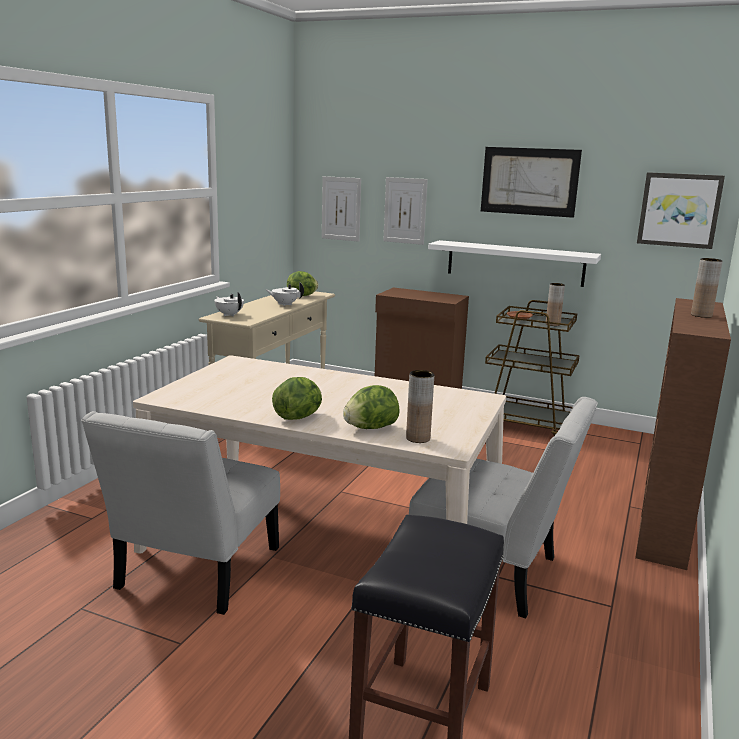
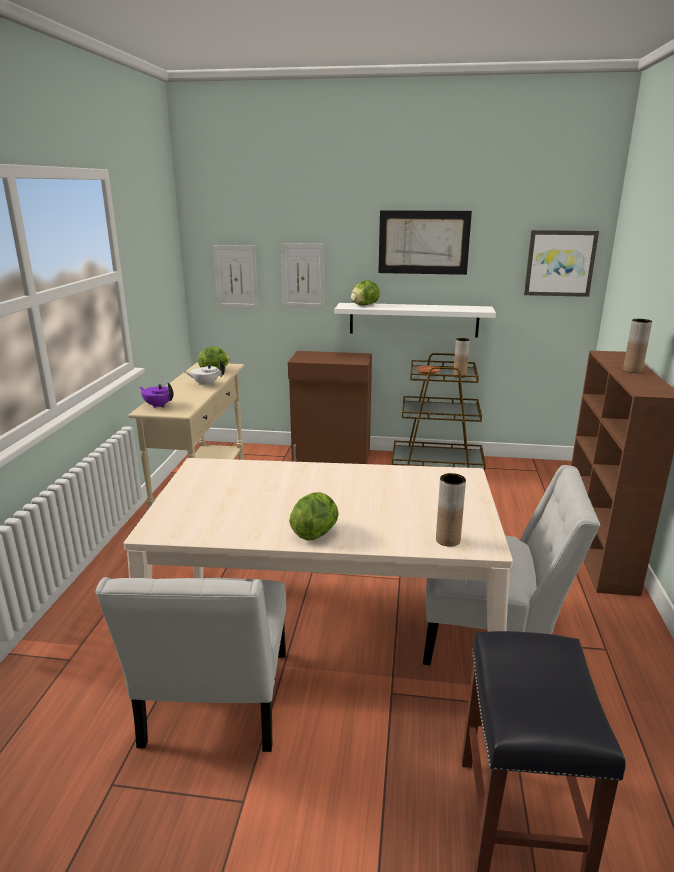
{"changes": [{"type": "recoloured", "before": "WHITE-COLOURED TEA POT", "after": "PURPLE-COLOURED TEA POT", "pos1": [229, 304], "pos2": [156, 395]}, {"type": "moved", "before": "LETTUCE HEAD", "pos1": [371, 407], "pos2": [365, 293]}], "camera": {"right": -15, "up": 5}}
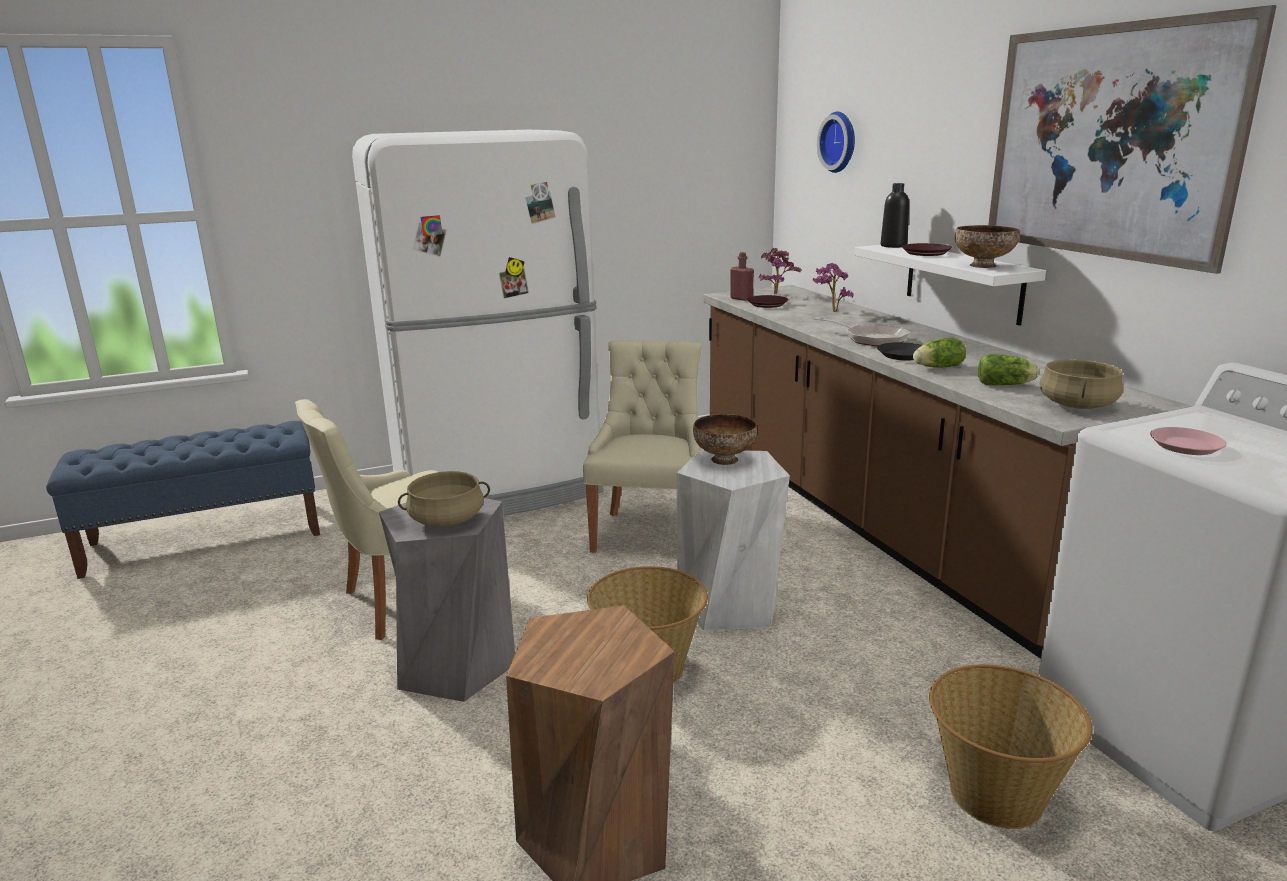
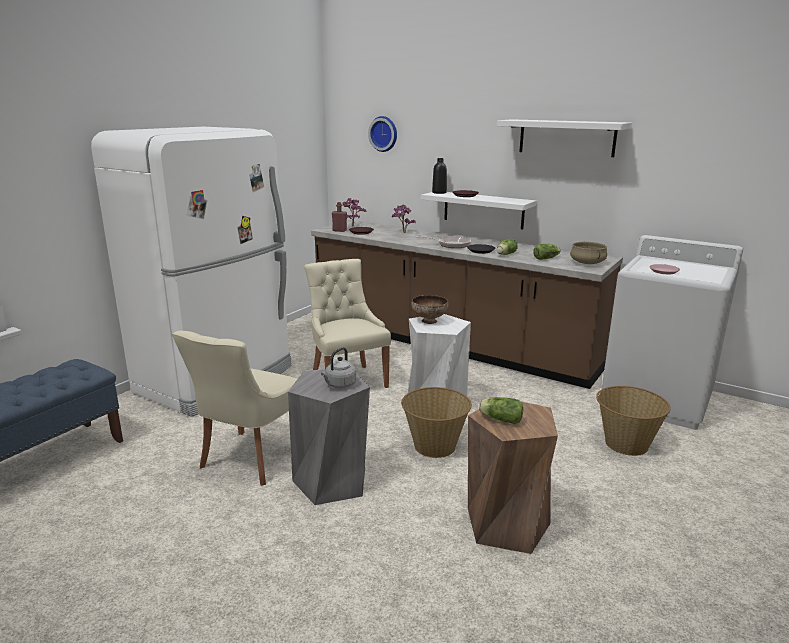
{"changes": [{"type": "replaced", "before": "BEIGE-COLOURED COOKING POT", "after": "GREYISH TEA KETTLE", "pos1": [444, 499], "pos2": [338, 367]}, {"type": "added", "after": "LETTUCE HEAD", "pos2": [501, 410]}, {"type": "replaced", "before": "PICTURE", "after": "WHITE-COLOURED WALL SHELF", "pos1": [1132, 139], "pos2": [564, 138]}, {"type": "removed", "before": "SERVING BOWL", "pos1": [987, 246]}], "camera": {"right": -35, "up": 0}}
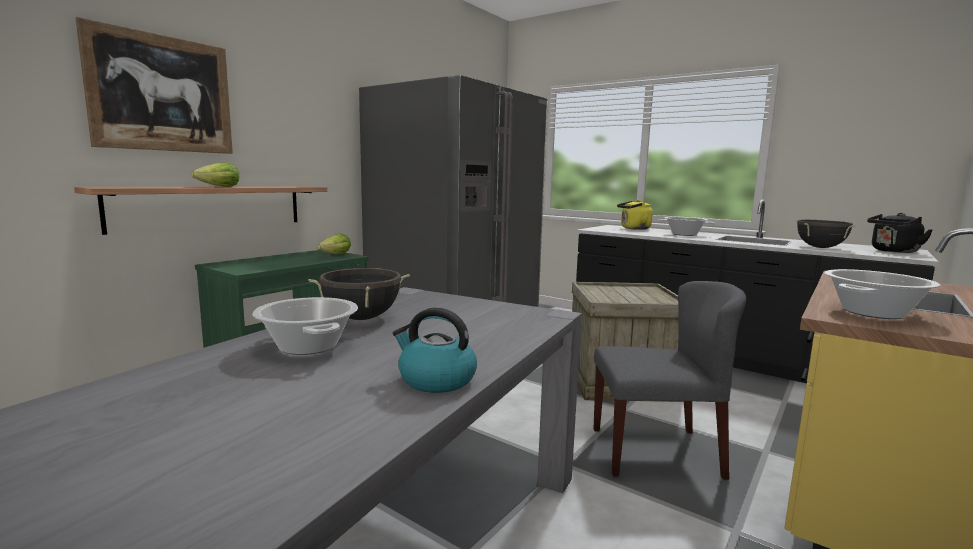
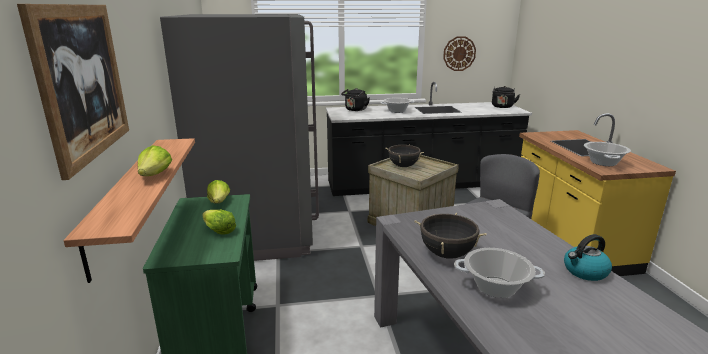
{"changes": [{"type": "added", "after": "LETTUCE HEAD", "pos2": [219, 222]}, {"type": "recoloured", "before": "YELLOWISH TEA KETTLE", "after": "BLACK TEA KETTLE", "pos1": [635, 215], "pos2": [355, 99]}, {"type": "moved", "before": "BLACK COOKING POT", "pos1": [825, 234], "pos2": [404, 156]}, {"type": "added", "after": "CLOCK ON THE WALL", "pos2": [459, 53]}], "camera": {"right": -45, "up": 10}}
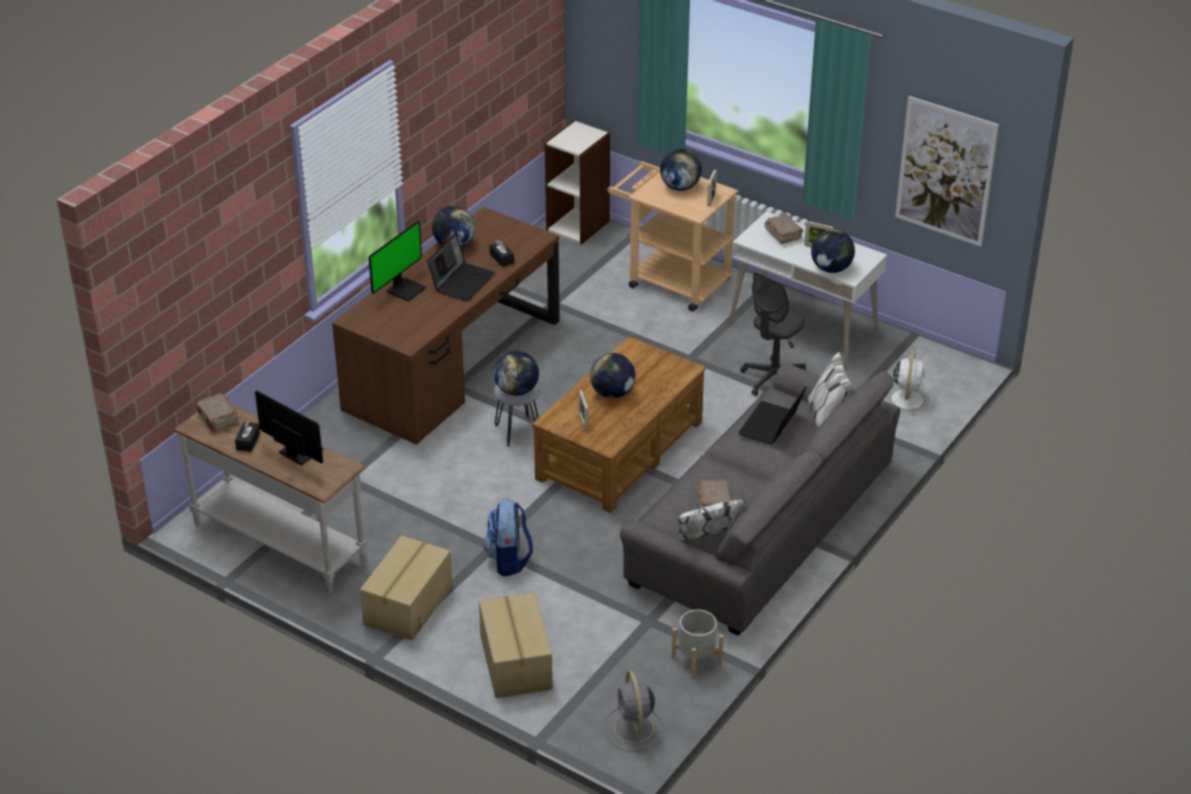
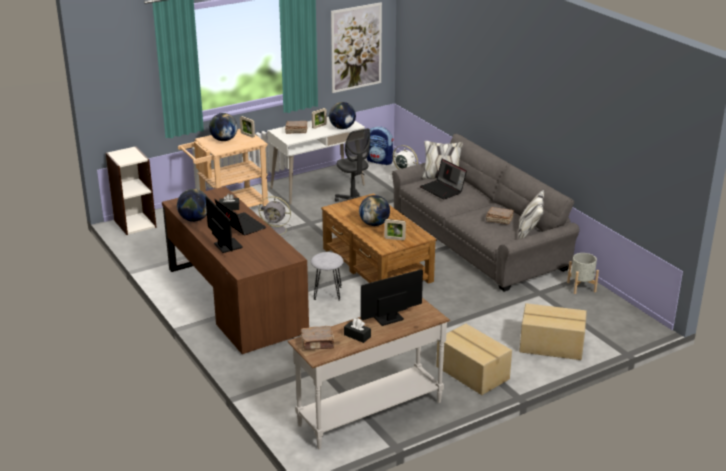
{"changes": [{"type": "moved", "before": "GREYISH ELECTRIC FAN", "pos1": [635, 711], "pos2": [275, 217]}, {"type": "moved", "before": "RUCKSACK", "pos1": [508, 537], "pos2": [380, 146]}, {"type": "removed", "before": "DESK GLOBE", "pos1": [516, 373]}], "camera": {"right": -65, "up": -10}}
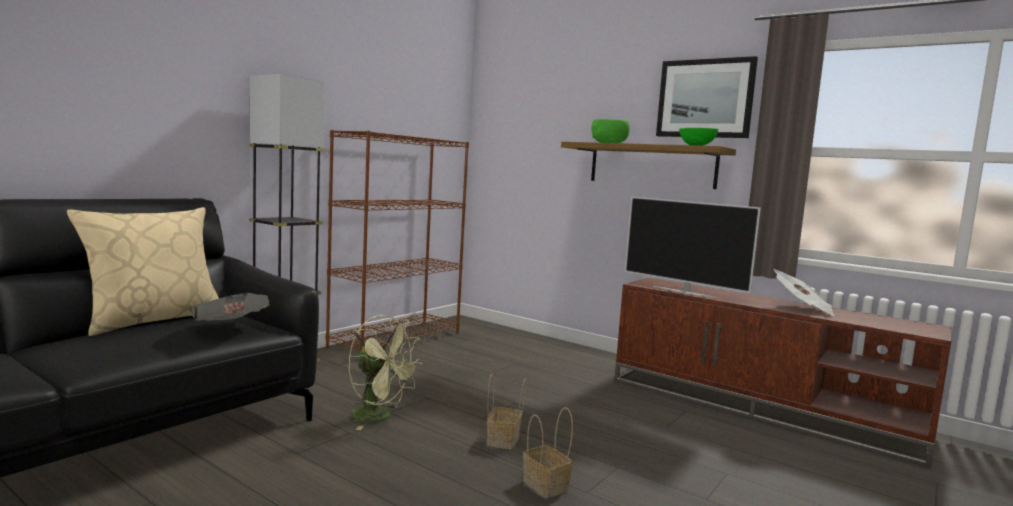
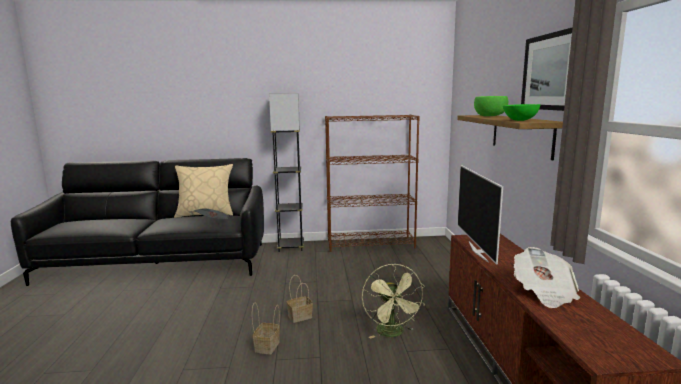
{"changes": [{"type": "moved", "before": "GREEN ELECTRIC FAN", "pos1": [385, 372], "pos2": [393, 301]}], "camera": {"right": 50, "up": 5}}
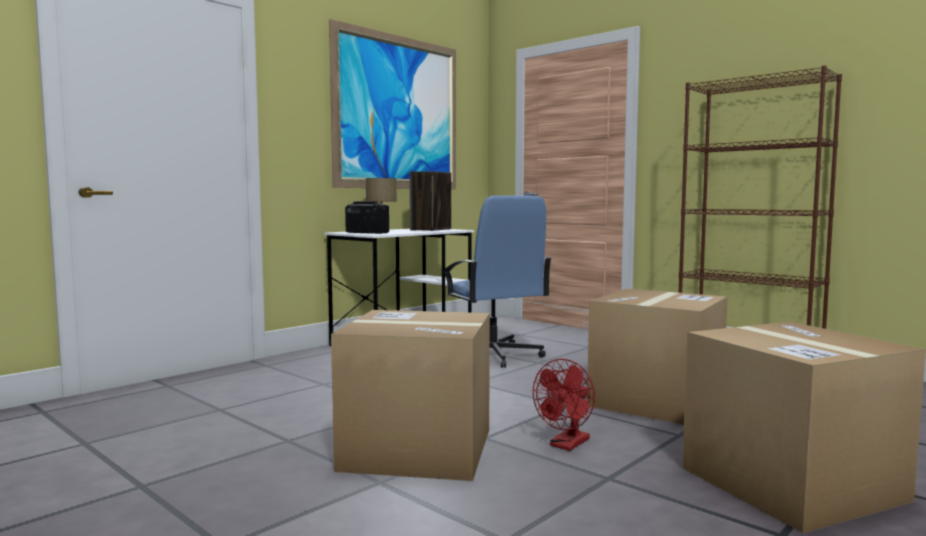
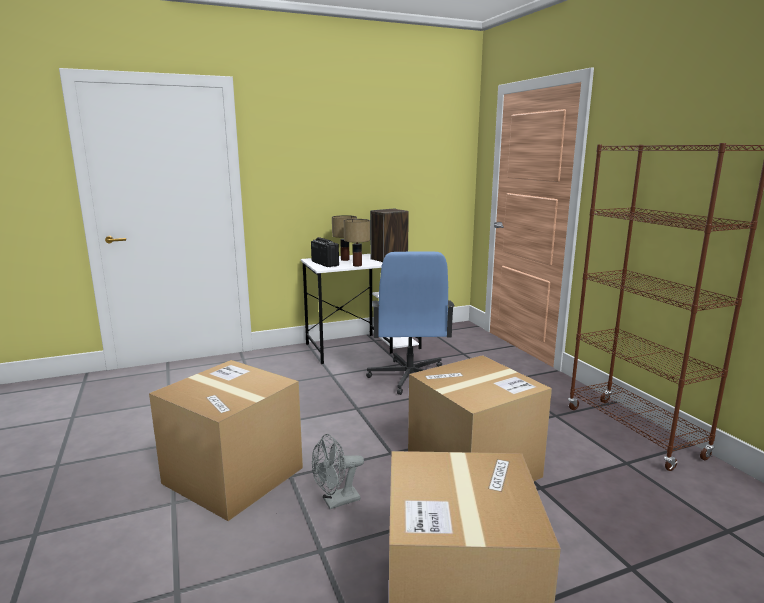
{"changes": [{"type": "recoloured", "before": "REDDISH ELECTRIC FAN", "after": "GREYISH ELECTRIC FAN", "pos1": [564, 405], "pos2": [338, 471]}, {"type": "added", "after": "TABLE LAMP", "pos2": [357, 243]}, {"type": "removed", "before": "PICTURE", "pos1": [392, 104]}], "camera": {"right": 25, "up": 10}}
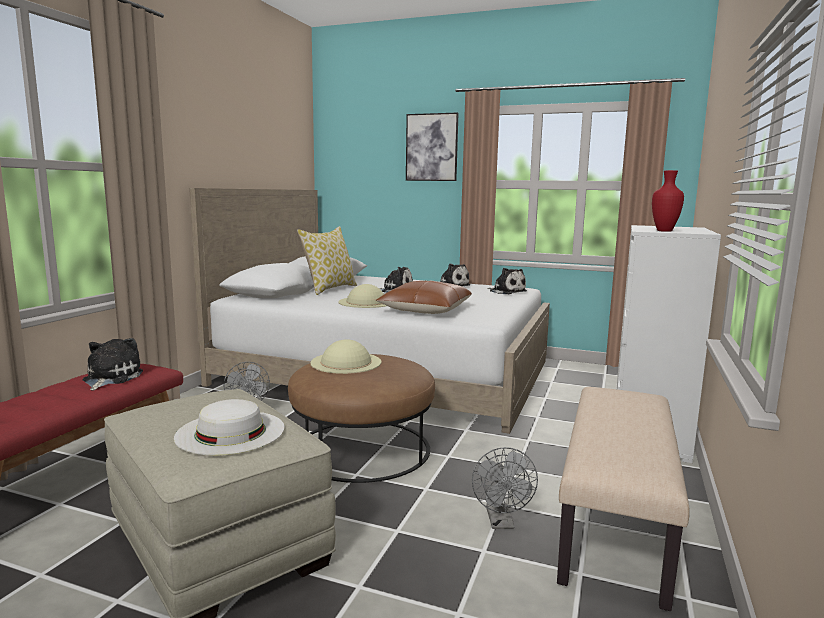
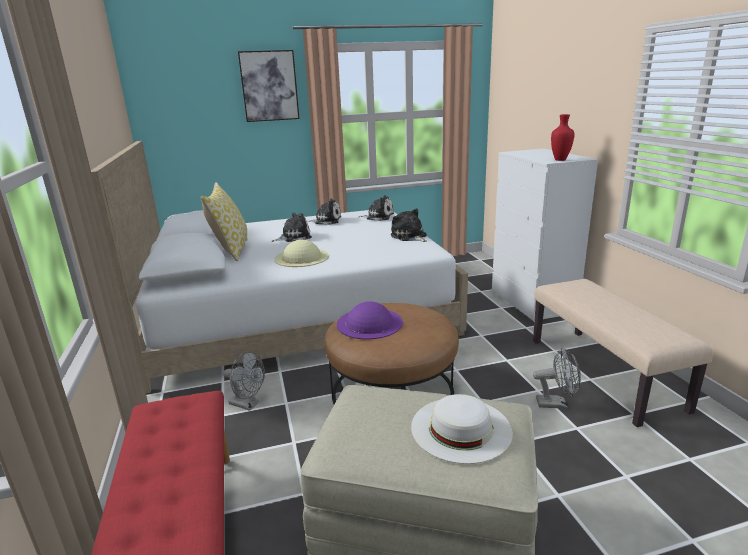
{"changes": [{"type": "recoloured", "before": "BEIGE-COLOURED CLOTHING HAT", "after": "PURPLE-COLOURED CLOTHING HAT", "pos1": [345, 356], "pos2": [370, 320]}, {"type": "moved", "before": "PLUSH TOY", "pos1": [112, 364], "pos2": [409, 225]}, {"type": "turned", "before": "GREYISH ELECTRIC FAN", "pos1": [505, 488], "pos2": [557, 378], "turn": -45}, {"type": "removed", "before": "BROWN-COLOURED CUSHION", "pos1": [424, 297]}], "camera": {"right": -35, "up": 10}}
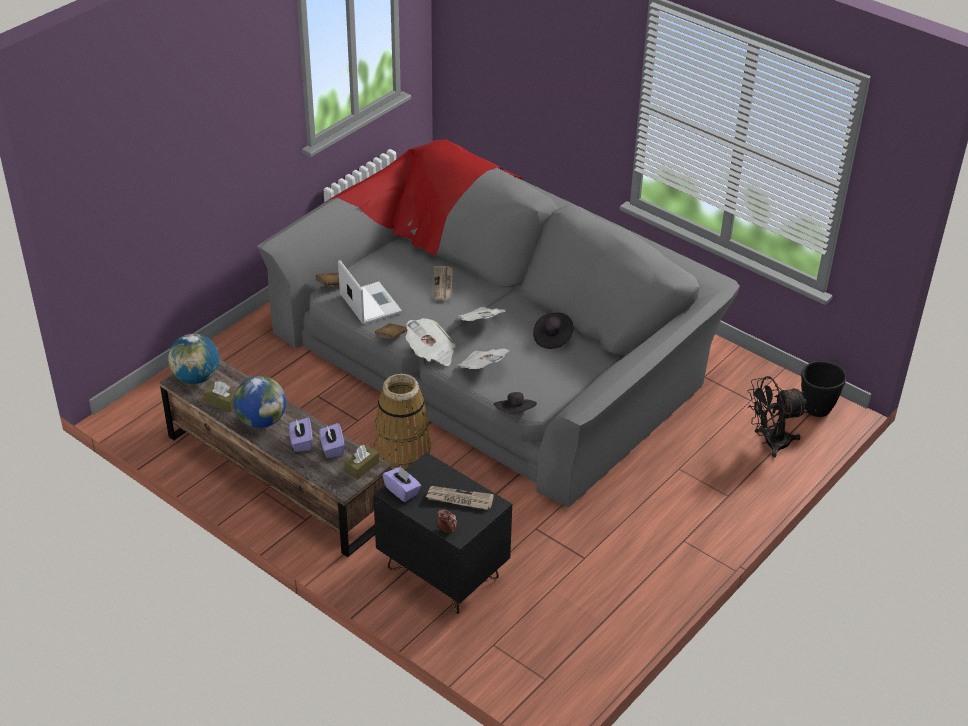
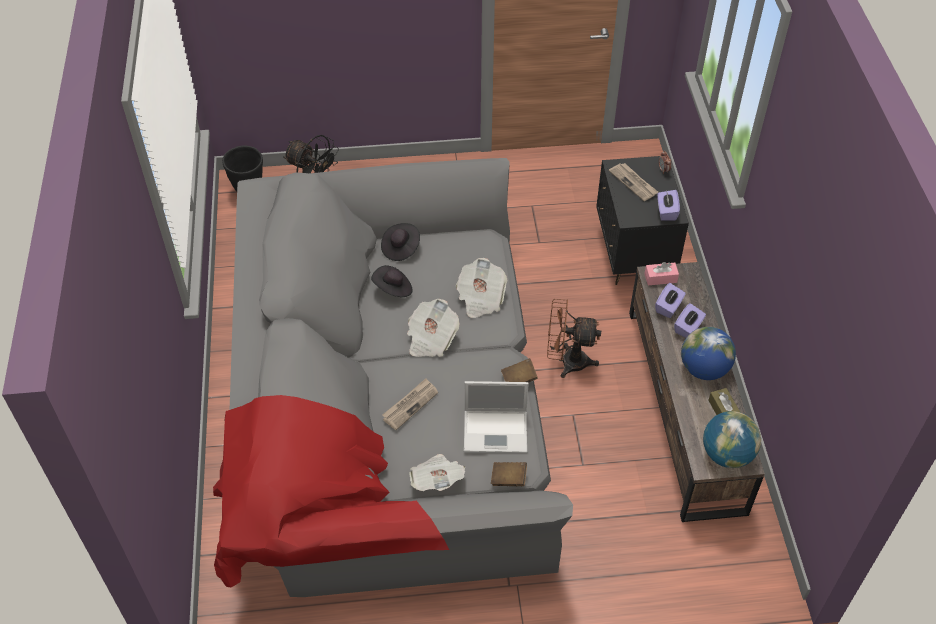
{"changes": [{"type": "moved", "before": "BLACK CLOTHING HAT", "pos1": [515, 403], "pos2": [400, 242]}, {"type": "moved", "before": "PRINTED PAPER", "pos1": [431, 342], "pos2": [438, 472]}, {"type": "turned", "before": "NOTEBOOK COMPUTER", "pos1": [370, 292], "pos2": [496, 417], "turn": -105}, {"type": "replaced", "before": "HOUSEHOLD BASKET", "after": "BROWN-COLOURED ELECTRIC FAN", "pos1": [402, 422], "pos2": [574, 338]}, {"type": "recoloured", "before": "BROWN-COLOURED BOX OF TISSUES", "after": "PINK BOX OF TISSUES", "pos1": [361, 462], "pos2": [661, 273]}], "camera": {"right": -135, "up": 10}}
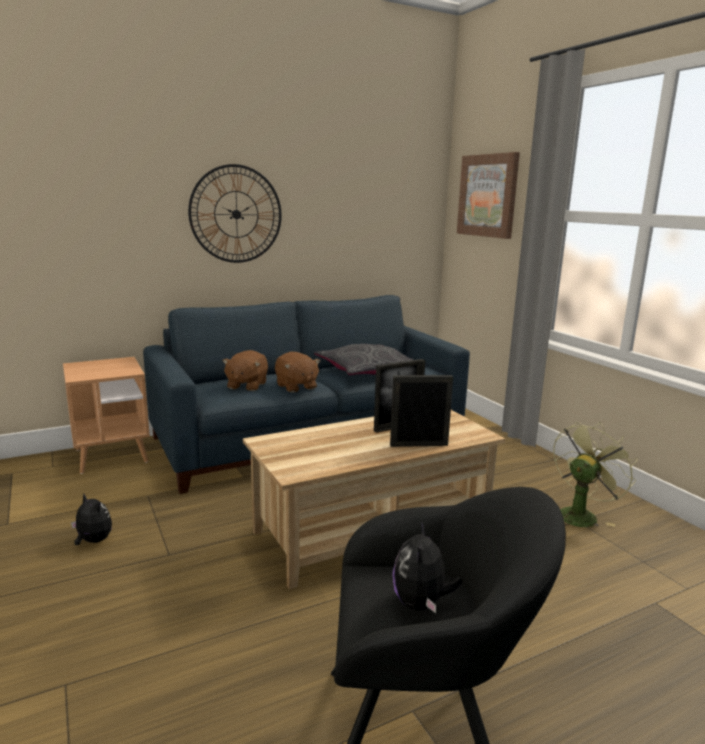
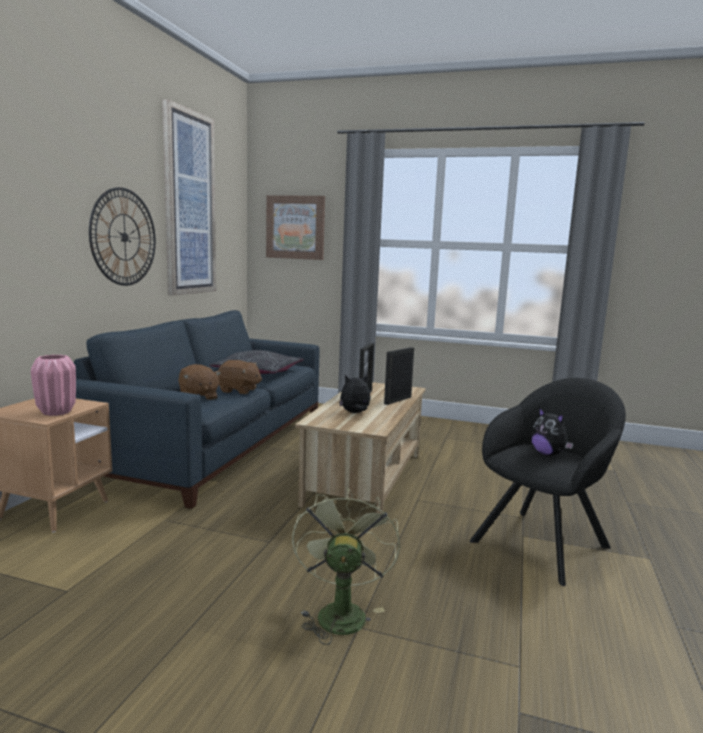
{"changes": [{"type": "added", "after": "PINK FLOWER VASE", "pos2": [53, 385]}, {"type": "added", "after": "PICTURE", "pos2": [189, 197]}, {"type": "moved", "before": "GREEN ELECTRIC FAN", "pos1": [595, 474], "pos2": [346, 566]}, {"type": "moved", "before": "PLUSH TOY", "pos1": [91, 519], "pos2": [355, 394]}], "camera": {"right": -45, "up": -5}}
